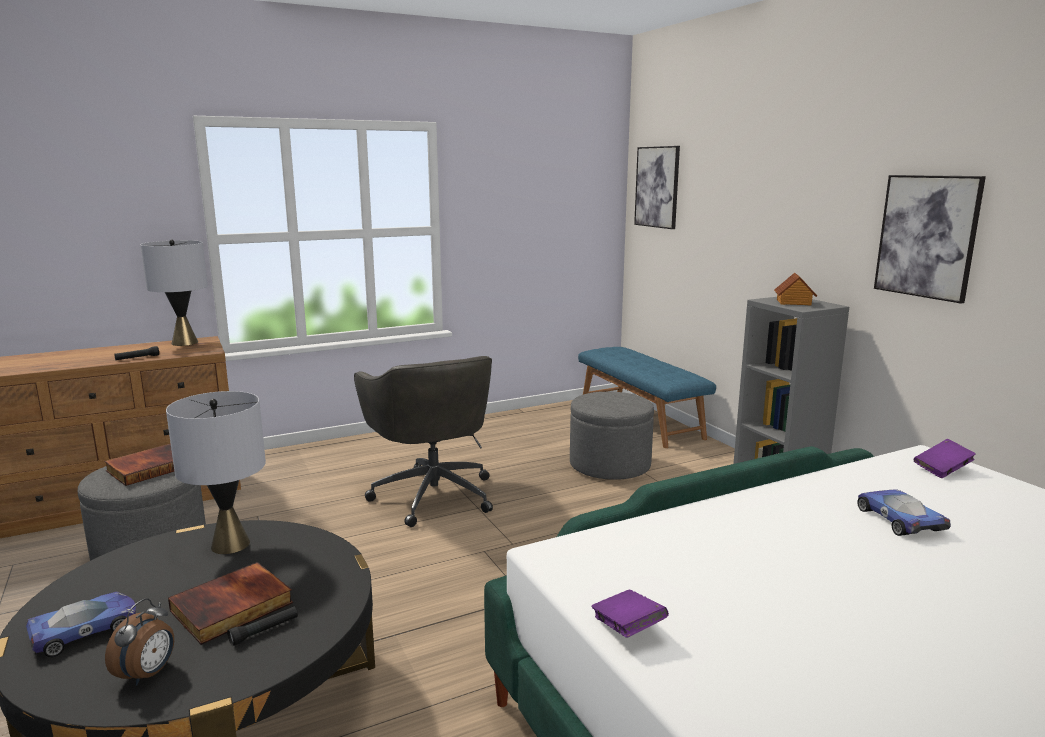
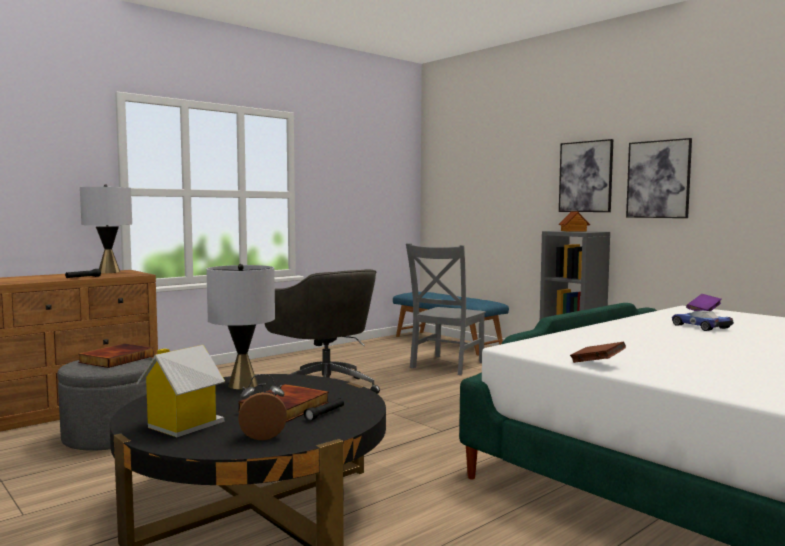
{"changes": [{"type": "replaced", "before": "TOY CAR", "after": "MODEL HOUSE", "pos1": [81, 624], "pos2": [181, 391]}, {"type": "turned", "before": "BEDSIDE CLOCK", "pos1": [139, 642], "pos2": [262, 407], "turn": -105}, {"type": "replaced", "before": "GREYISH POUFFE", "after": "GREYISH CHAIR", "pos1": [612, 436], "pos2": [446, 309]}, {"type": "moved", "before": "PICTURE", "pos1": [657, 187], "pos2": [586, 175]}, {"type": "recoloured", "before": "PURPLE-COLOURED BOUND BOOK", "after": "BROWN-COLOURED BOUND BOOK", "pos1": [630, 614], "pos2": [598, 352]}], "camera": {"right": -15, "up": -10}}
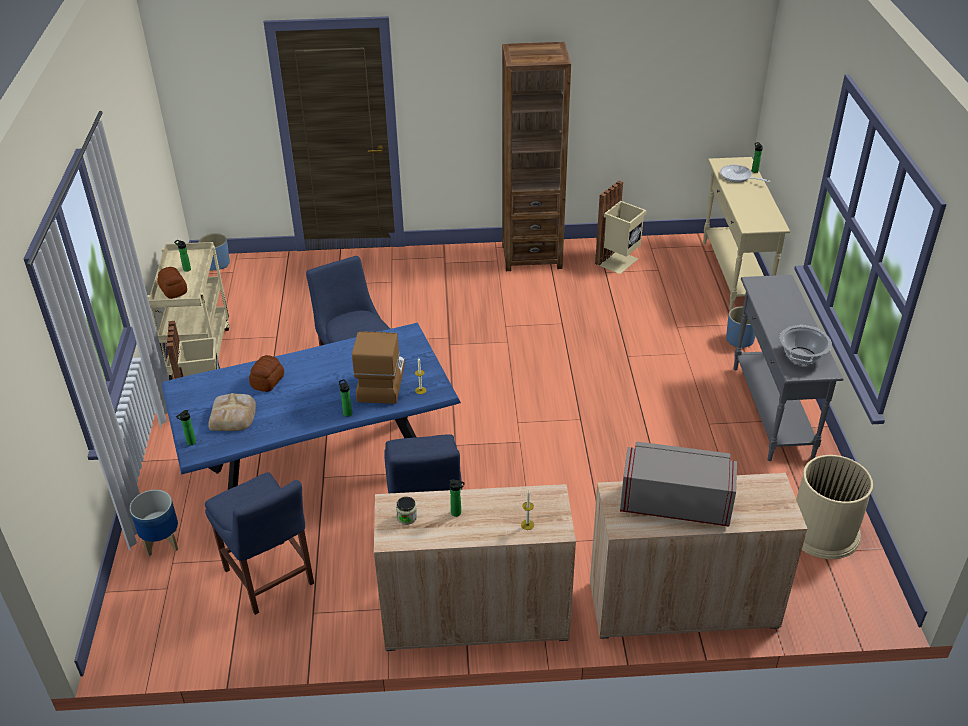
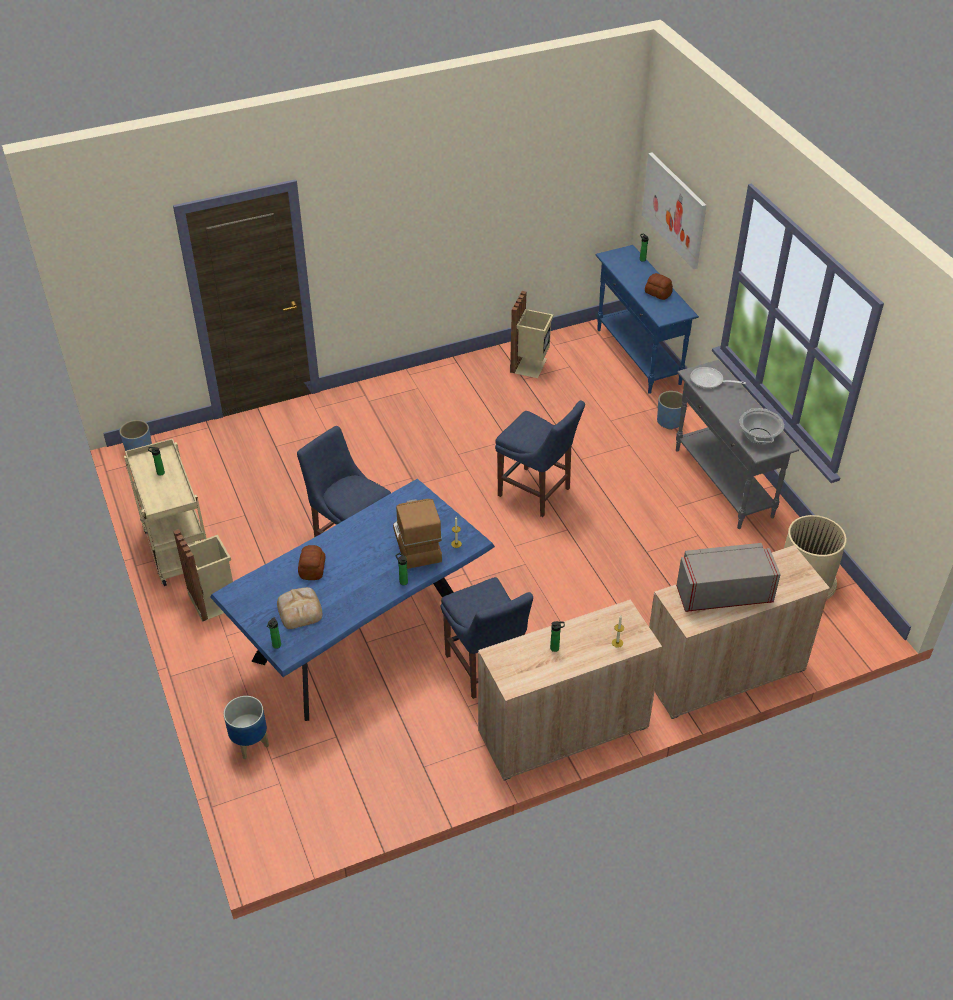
{"changes": [{"type": "moved", "before": "BLUE CHAIR", "pos1": [259, 543], "pos2": [540, 459]}, {"type": "recoloured", "before": "BEIGE-COLOURED HALL TABLE", "after": "BLUE HALL TABLE", "pos1": [746, 233], "pos2": [647, 319]}, {"type": "added", "after": "PICTURE", "pos2": [674, 211]}, {"type": "moved", "before": "BAKERY BREAD", "pos1": [172, 283], "pos2": [659, 286]}, {"type": "moved", "before": "FRYING PAN", "pos1": [745, 173], "pos2": [718, 378]}, {"type": "removed", "before": "JAR", "pos1": [406, 511]}, {"type": "removed", "before": "BROWN-COLOURED BOOKCASE", "pos1": [536, 156]}], "camera": {"right": -20, "up": 5}}
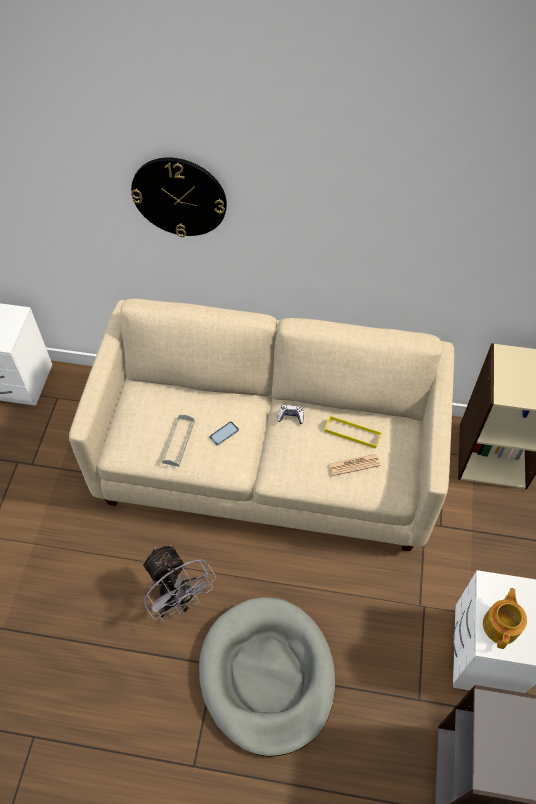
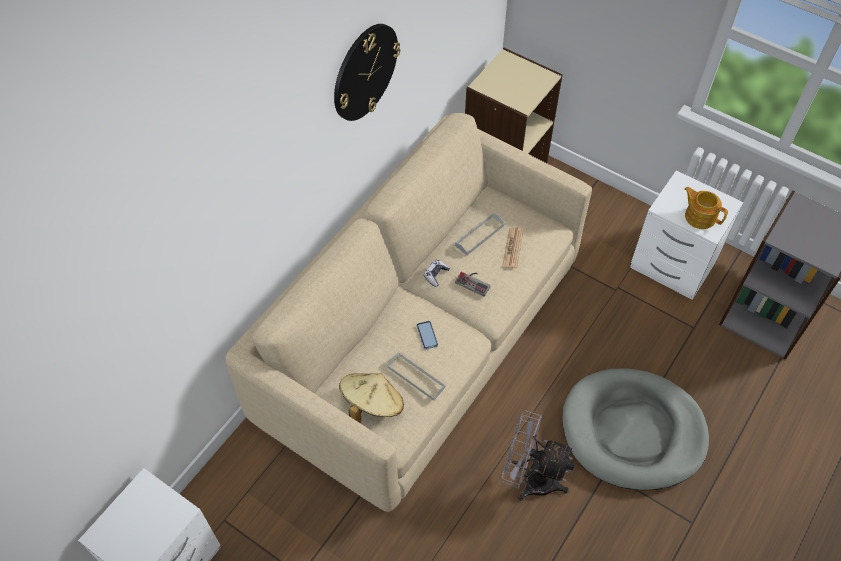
{"changes": [{"type": "moved", "before": "CLOCK ON THE WALL", "pos1": [179, 197], "pos2": [367, 72]}, {"type": "added", "after": "BEIGE-COLOURED CLOTHING HAT", "pos2": [371, 398]}, {"type": "recoloured", "before": "YELLOWISH SERVING TRAY", "after": "GREYISH SERVING TRAY", "pos1": [353, 432], "pos2": [480, 234]}, {"type": "added", "after": "GAME CONTROLLER", "pos2": [473, 284]}, {"type": "turned", "before": "GREYISH ELECTRIC FAN", "pos1": [179, 583], "pos2": [538, 455], "turn": -150}], "camera": {"right": -65, "up": 0}}
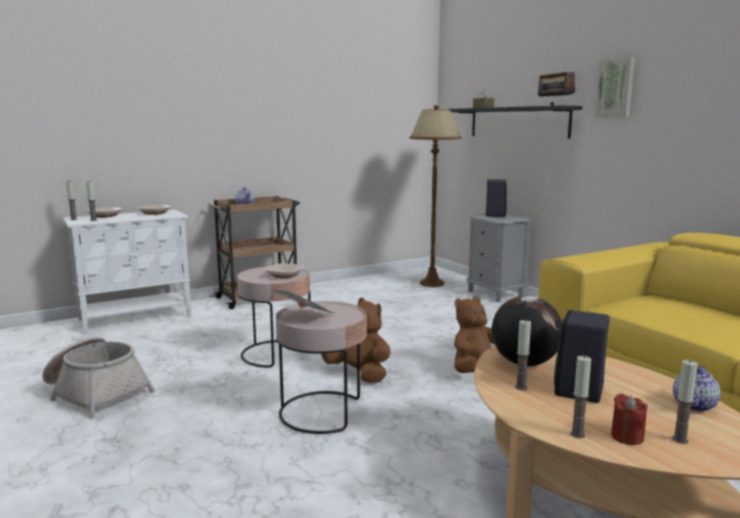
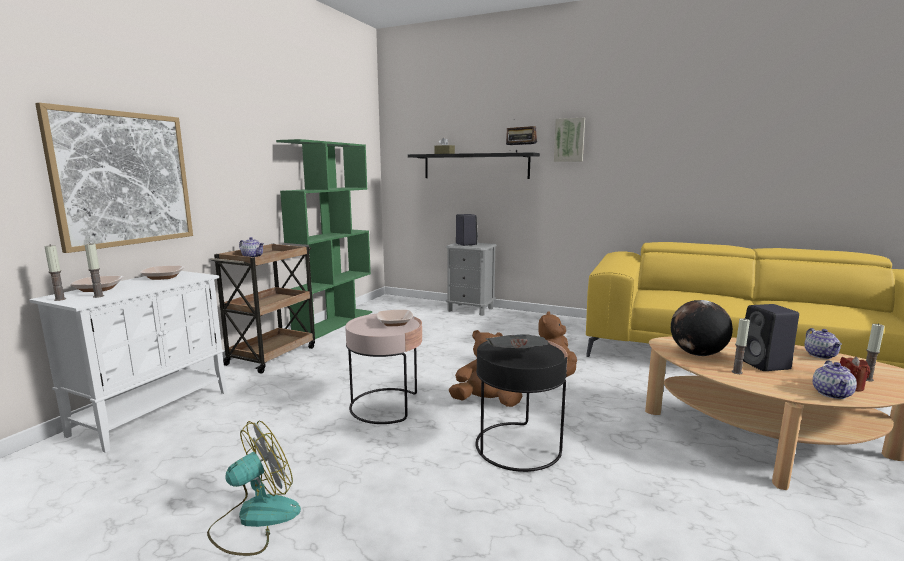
{"changes": [{"type": "added", "after": "PICTURE", "pos2": [114, 178]}, {"type": "replaced", "before": "HOUSEHOLD BASKET", "after": "ELECTRIC FAN", "pos1": [98, 377], "pos2": [254, 488]}, {"type": "added", "after": "GREEN BOOKCASE", "pos2": [324, 239]}, {"type": "recoloured", "before": "PINK ACCENT TABLE", "after": "BLACK ACCENT TABLE", "pos1": [321, 367], "pos2": [521, 406]}, {"type": "replaced", "before": "CANDLE", "after": "TEA POT", "pos1": [580, 396], "pos2": [834, 379]}, {"type": "removed", "before": "BROWN-COLOURED STANDING LAMP", "pos1": [435, 196]}], "camera": {"right": -35, "up": 0}}
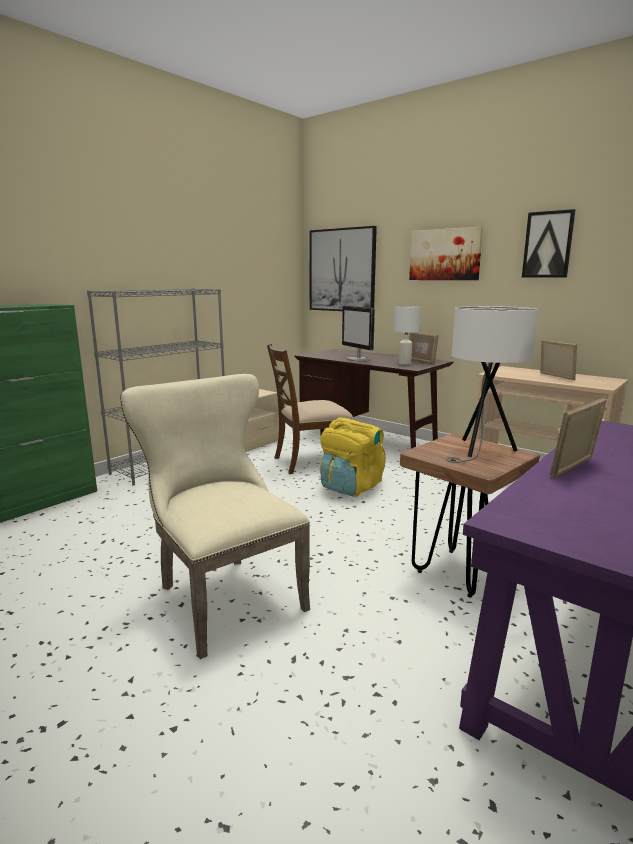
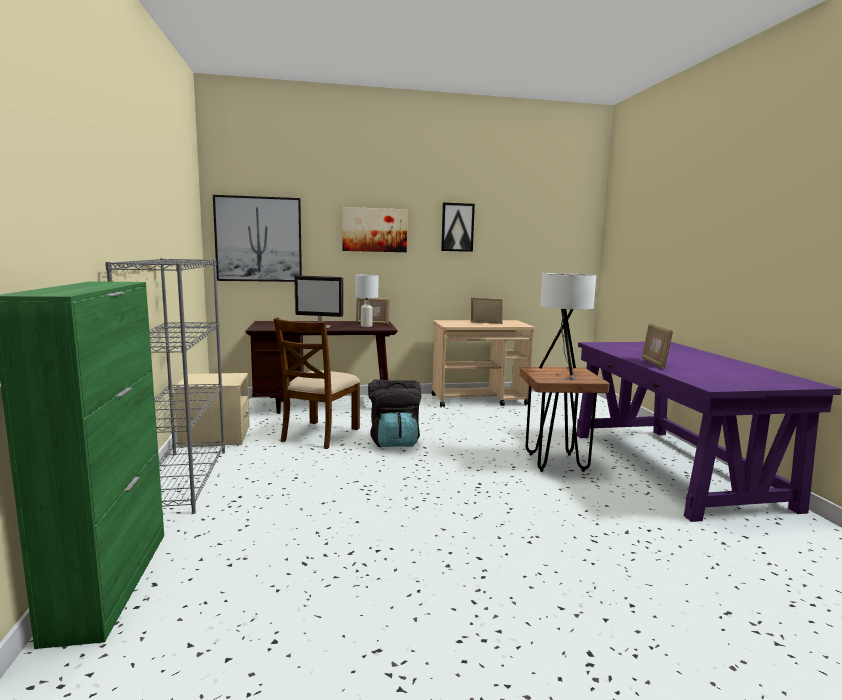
{"changes": [{"type": "recoloured", "before": "YELLOWISH RUCKSACK", "after": "BLACK RUCKSACK", "pos1": [353, 457], "pos2": [395, 413]}, {"type": "removed", "before": "BEIGE-COLOURED CHAIR", "pos1": [215, 516]}], "camera": {"right": -50, "up": -5}}
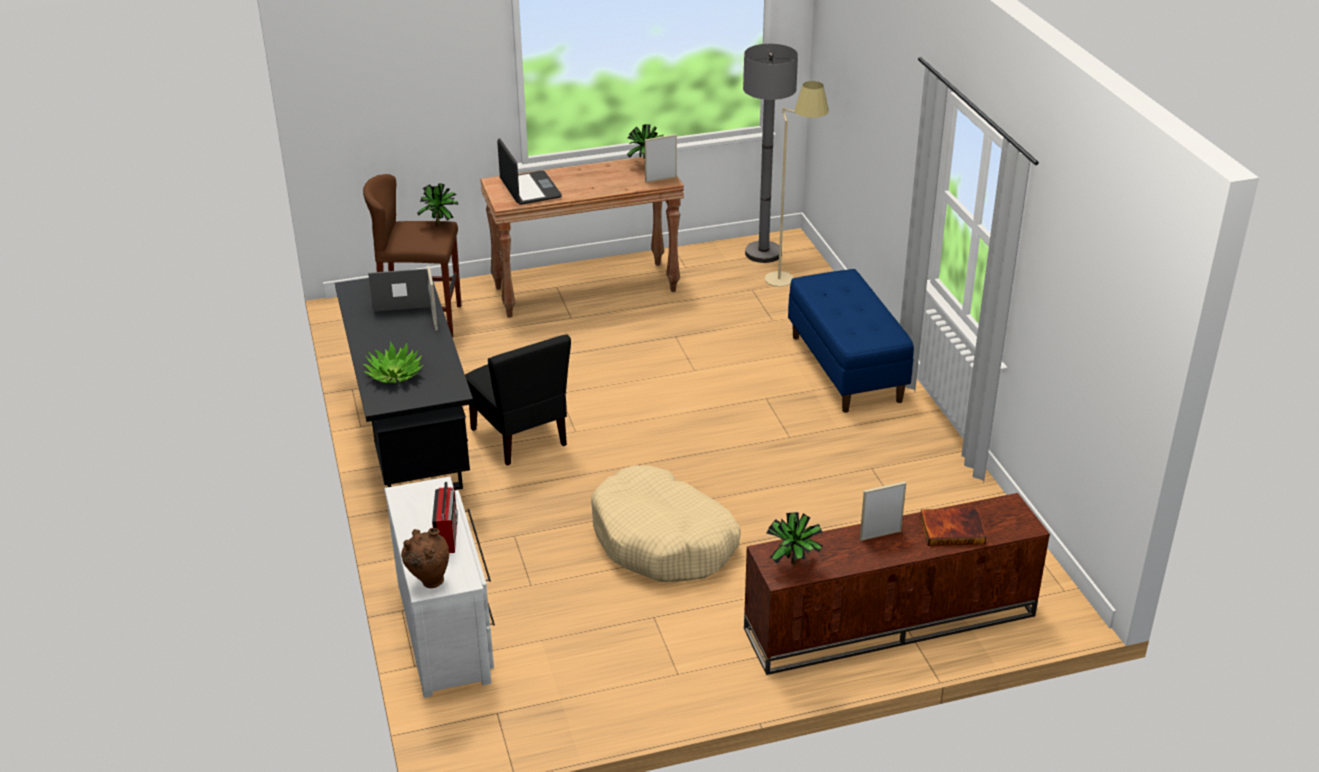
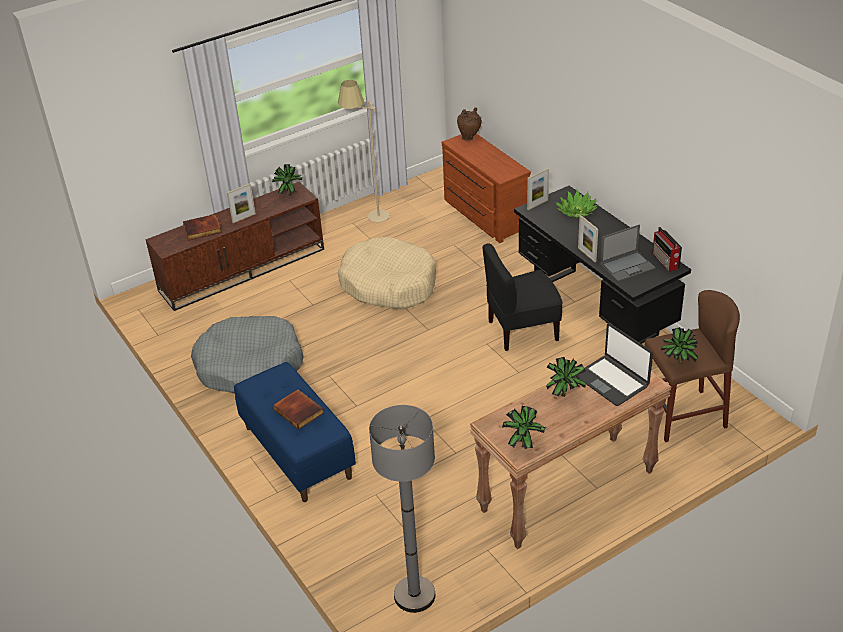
{"changes": [{"type": "added", "after": "GREYISH DOG CUSHION", "pos2": [247, 354]}, {"type": "added", "after": "BOUND BOOK", "pos2": [298, 409]}, {"type": "moved", "before": "BEIGE-COLOURED STANDING LAMP", "pos1": [797, 184], "pos2": [364, 151]}, {"type": "recoloured", "before": "WHITE-COLOURED DRAWER CHEST", "after": "BROWN-COLOURED DRAWER CHEST", "pos1": [439, 587], "pos2": [486, 188]}, {"type": "turned", "before": "BLACK CHAIR", "pos1": [518, 399], "pos2": [522, 297], "turn": -60}, {"type": "moved", "before": "PICTURE FRAME", "pos1": [661, 158], "pos2": [538, 189]}, {"type": "added", "after": "HOUSEPLANT", "pos2": [566, 377]}, {"type": "moved", "before": "RADIO RECEIVER", "pos1": [445, 517], "pos2": [667, 249]}], "camera": {"right": 165, "up": 5}}
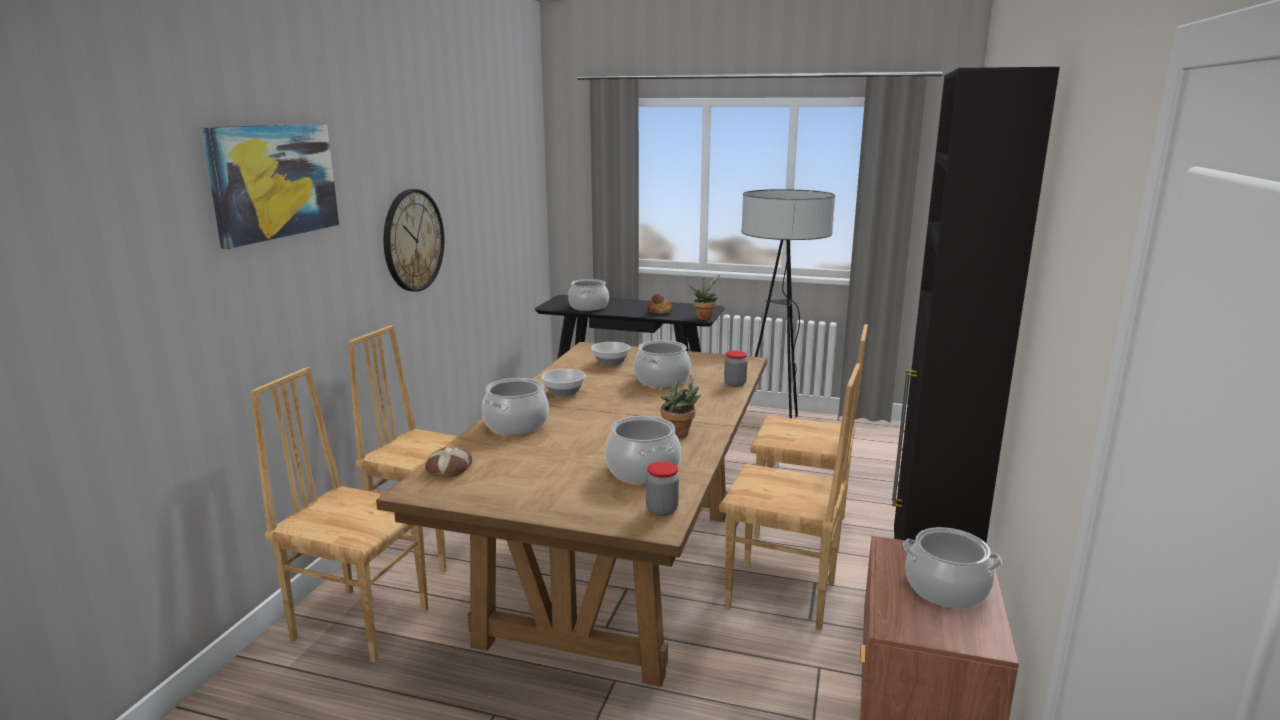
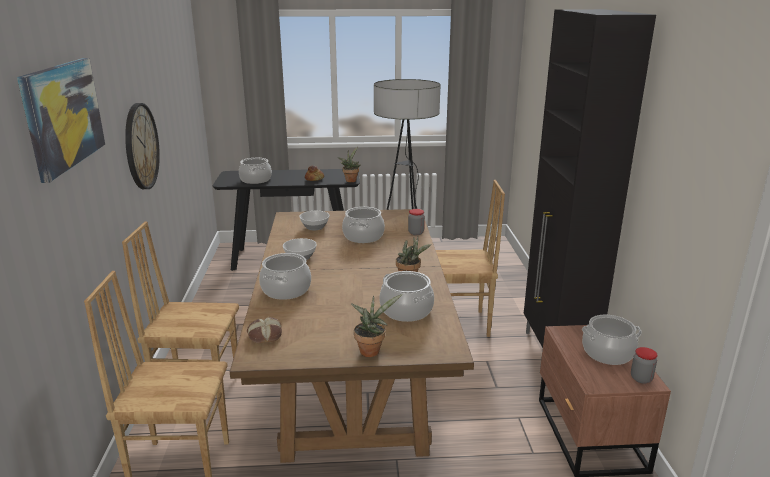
{"changes": [{"type": "added", "after": "HOUSEPLANT", "pos2": [377, 325]}, {"type": "moved", "before": "JAR", "pos1": [662, 489], "pos2": [644, 365]}, {"type": "removed", "before": "BROWN-COLOURED CHAIR", "pos1": [790, 496]}], "camera": {"right": -20, "up": 5}}
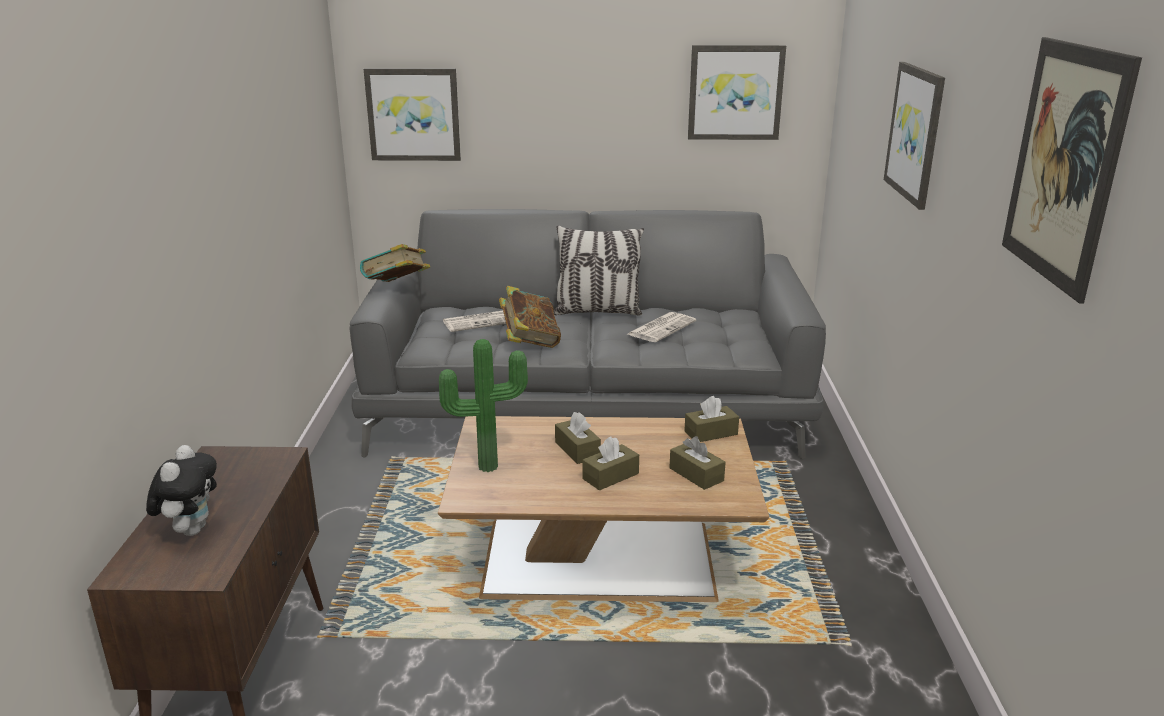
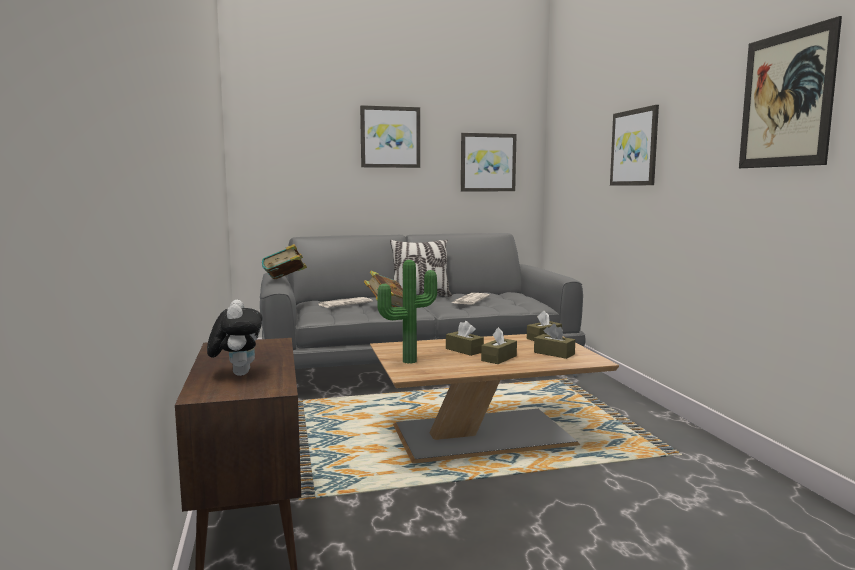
{"changes": [{"type": "moved", "before": "PICTURE", "pos1": [412, 114], "pos2": [390, 136]}], "camera": {"right": -15, "up": -15}}
